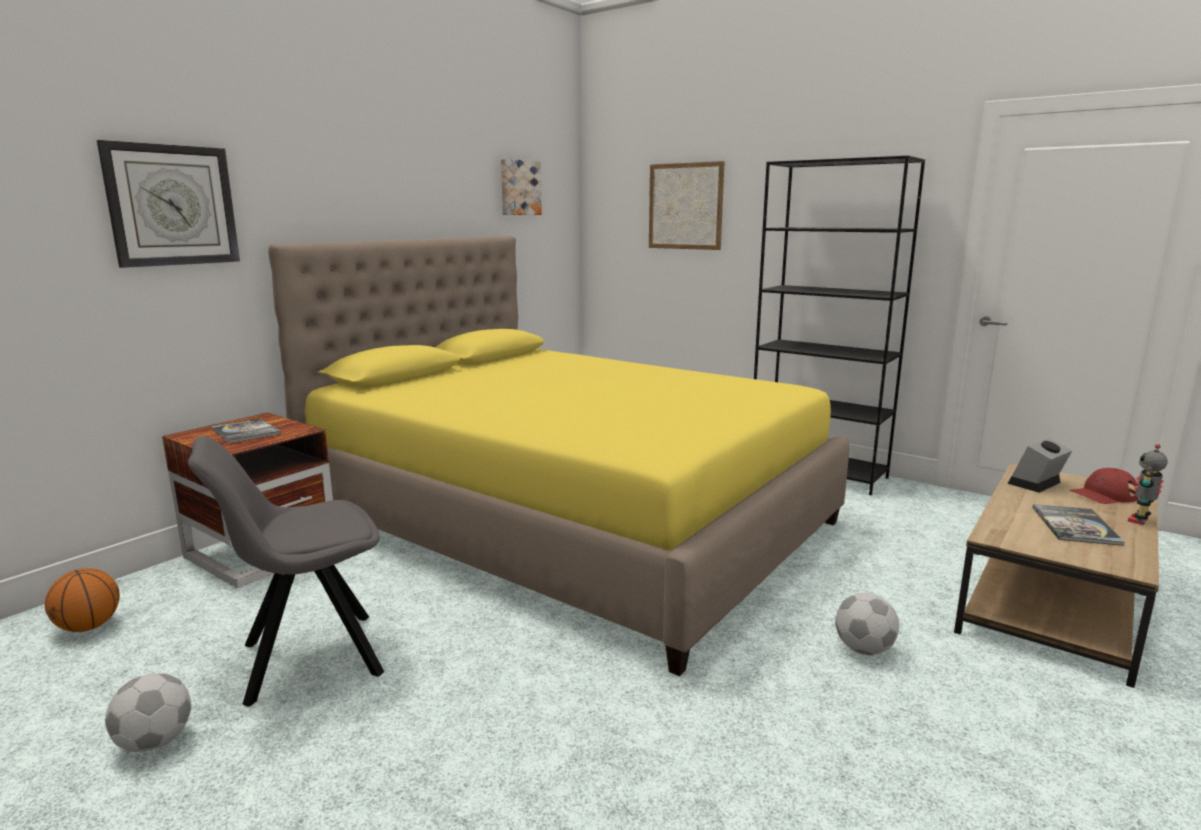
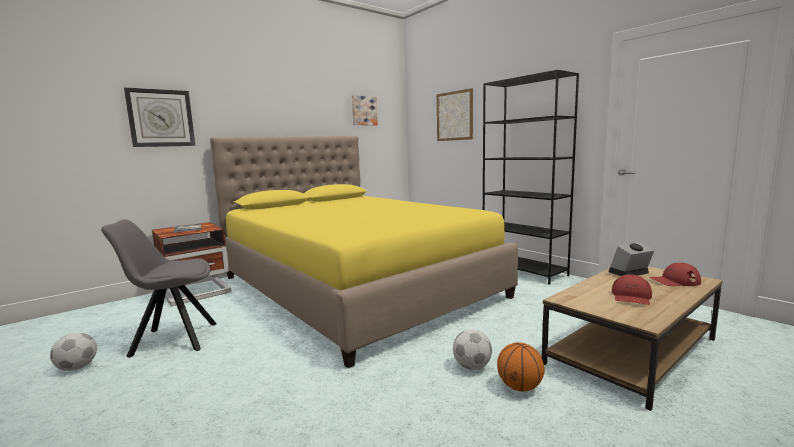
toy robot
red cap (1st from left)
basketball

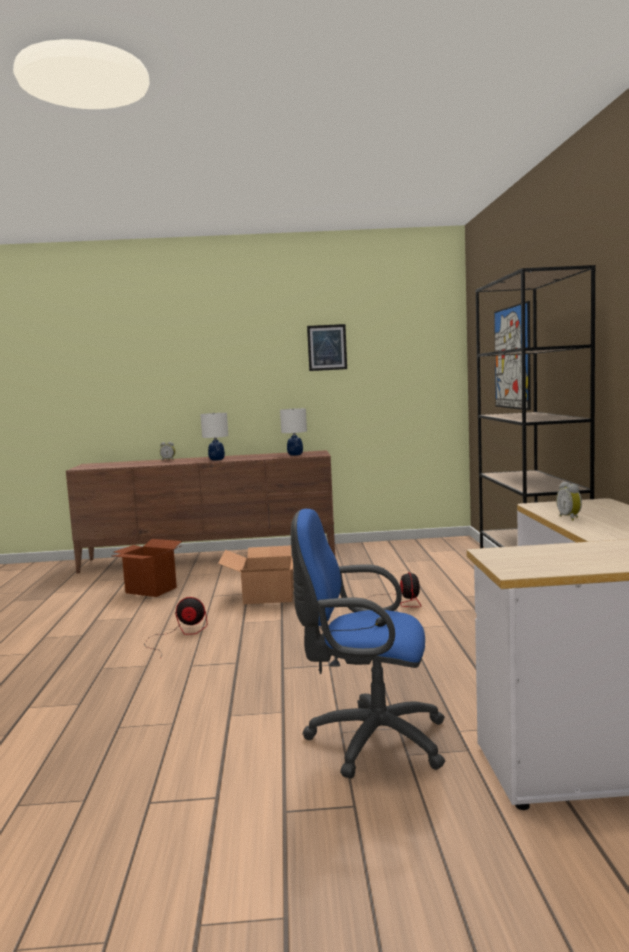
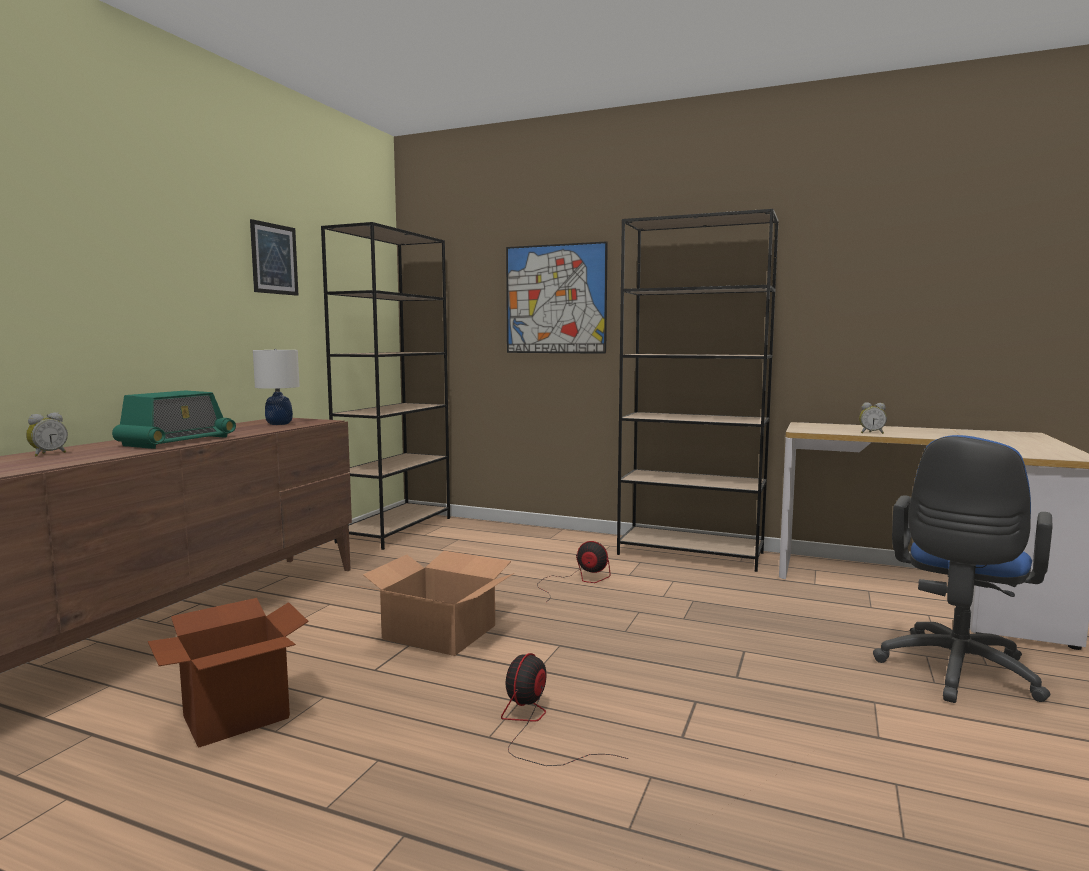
radio
beige bookcase (1st from left)

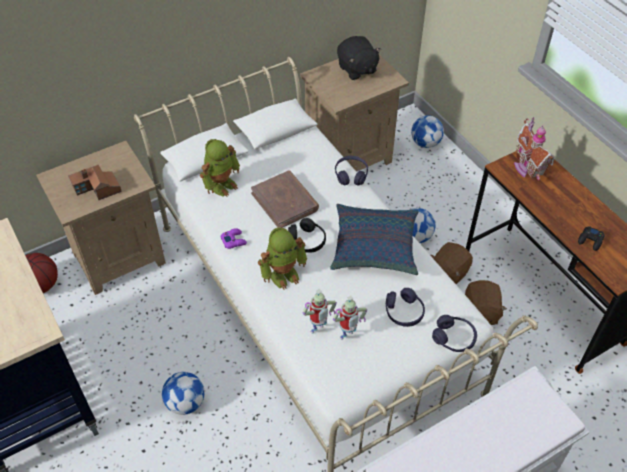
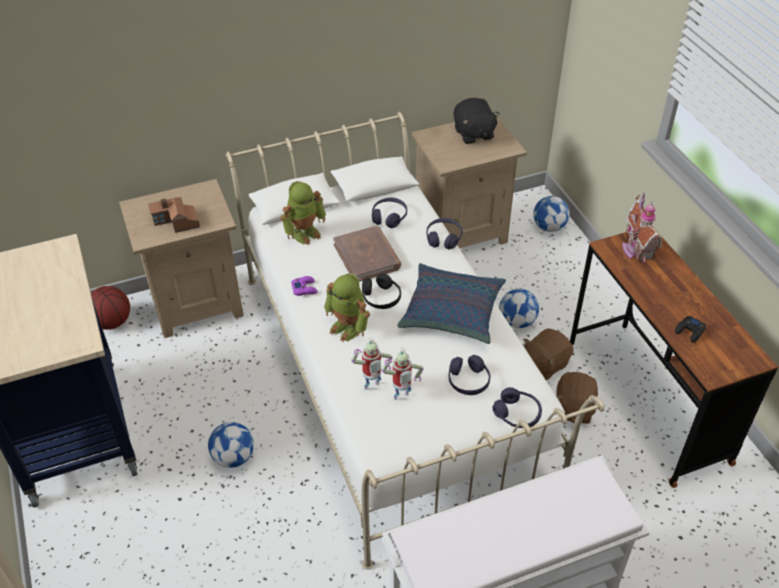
toy robot (2nd from left)
purple headphones (1st from left)

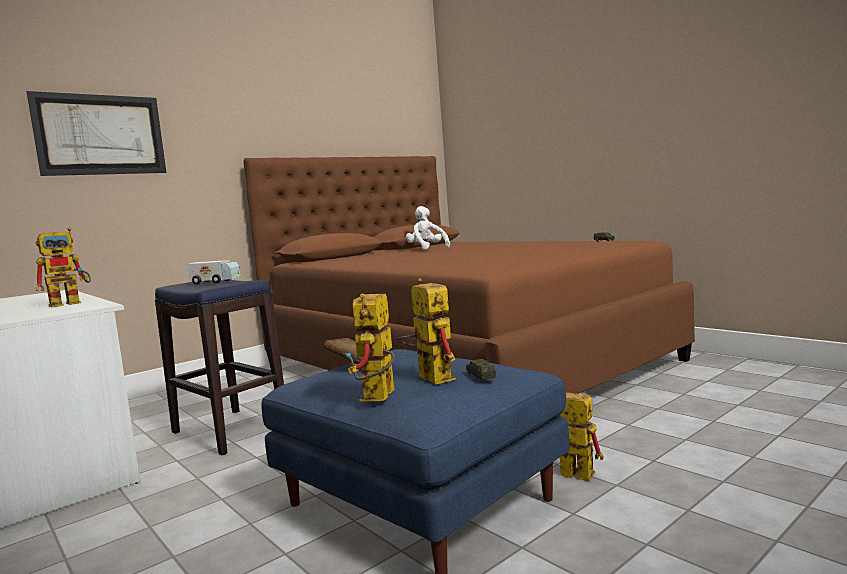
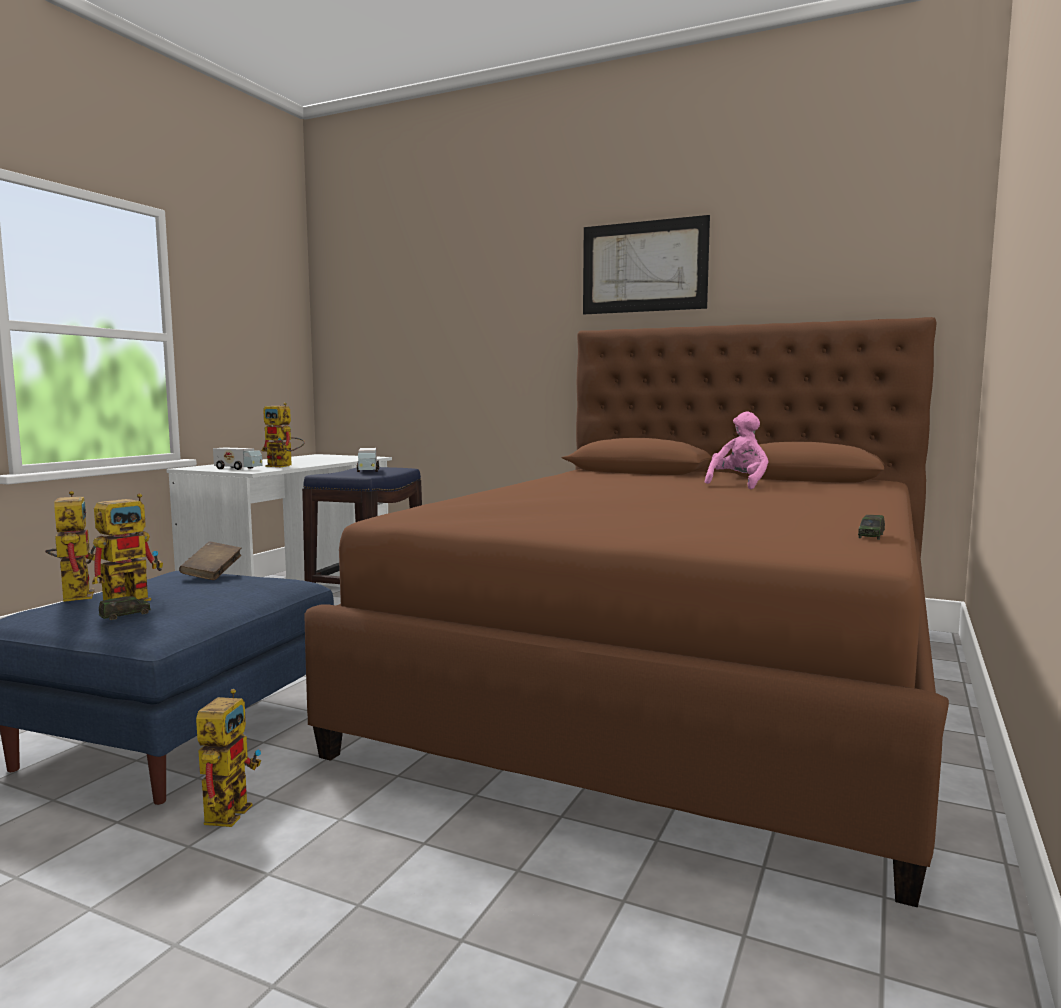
picture
pink plush toy
toy robot (1st from left)
toy truck (1st from left)

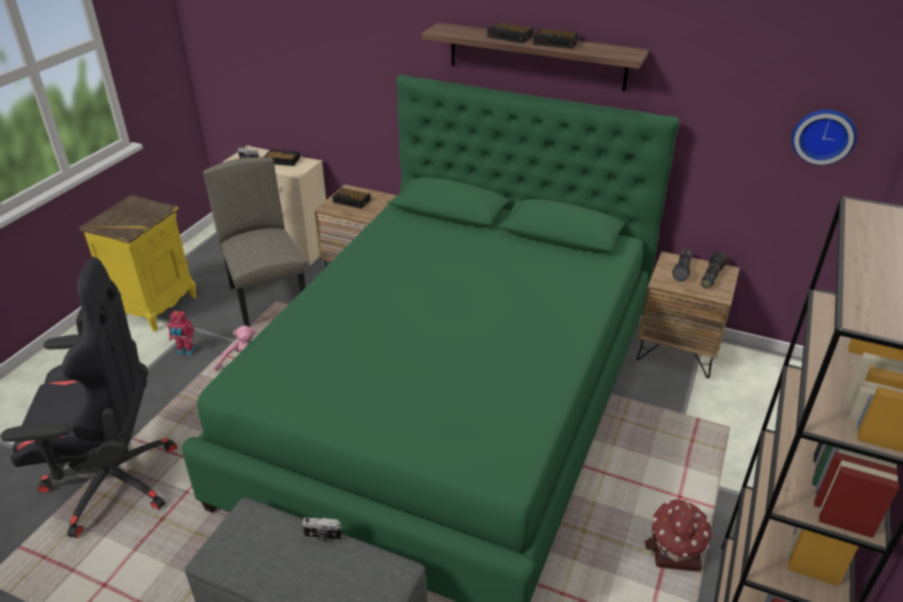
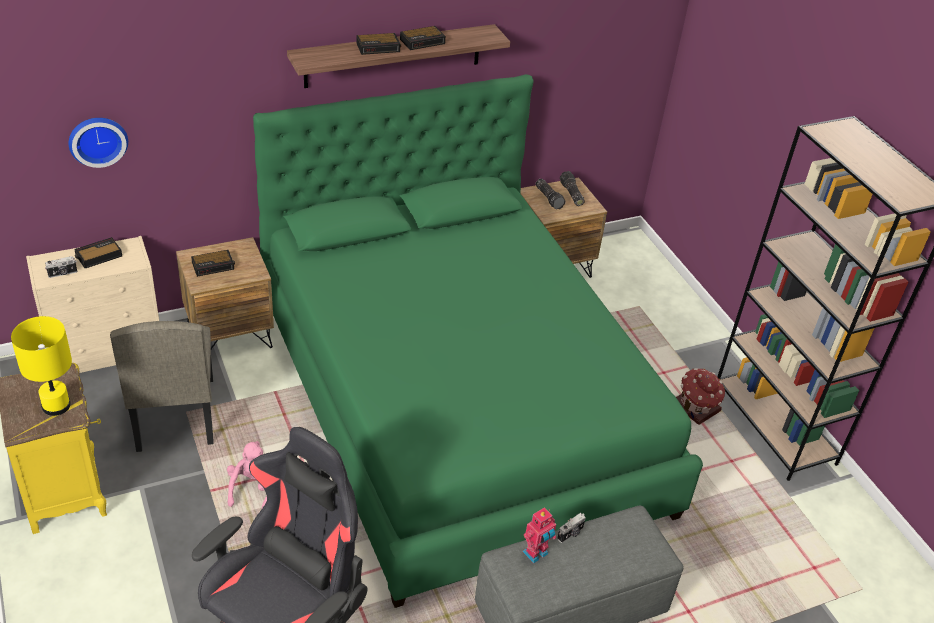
wall clock
beige chair
toy robot
yellow table lamp

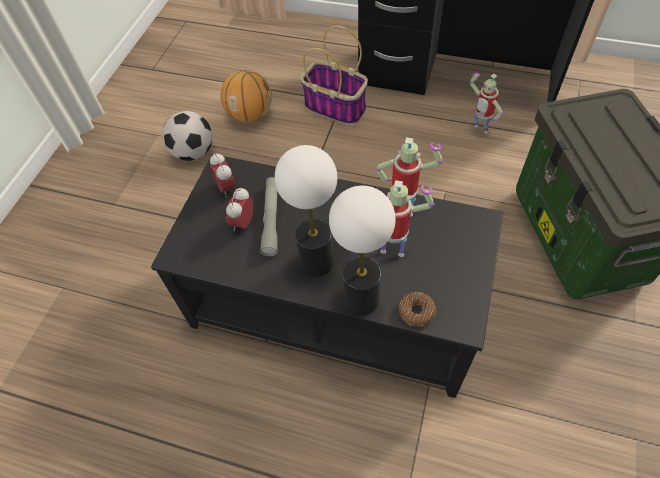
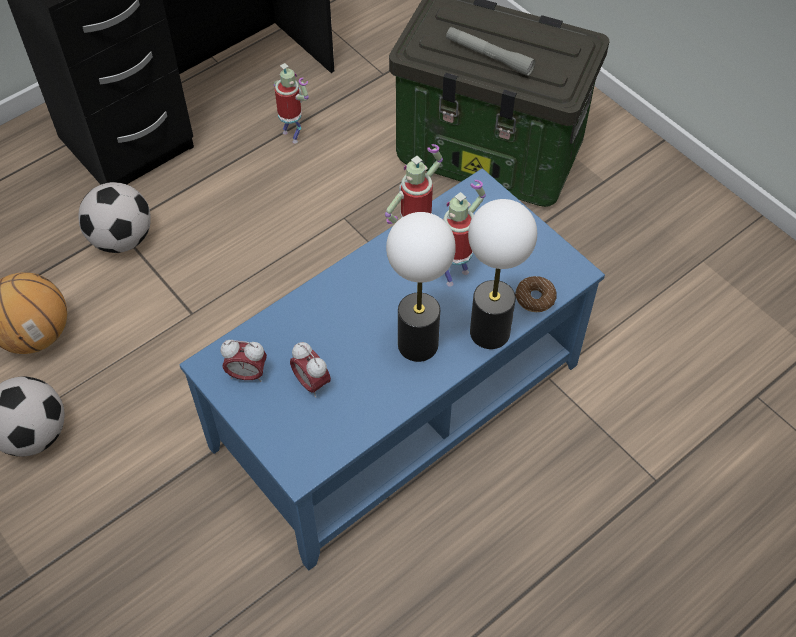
football (2nd from left)
toy robot (1st from left)
blue coffee table
grey flashlight

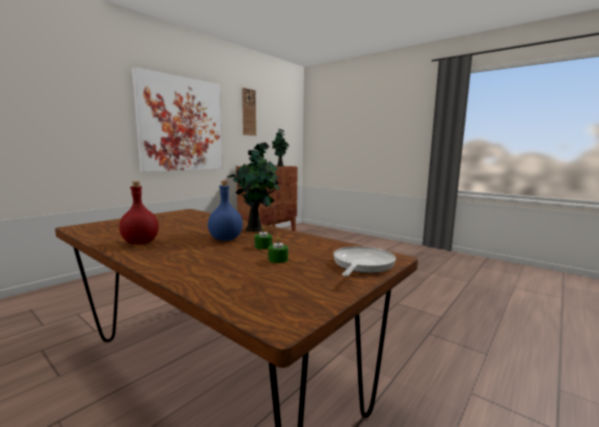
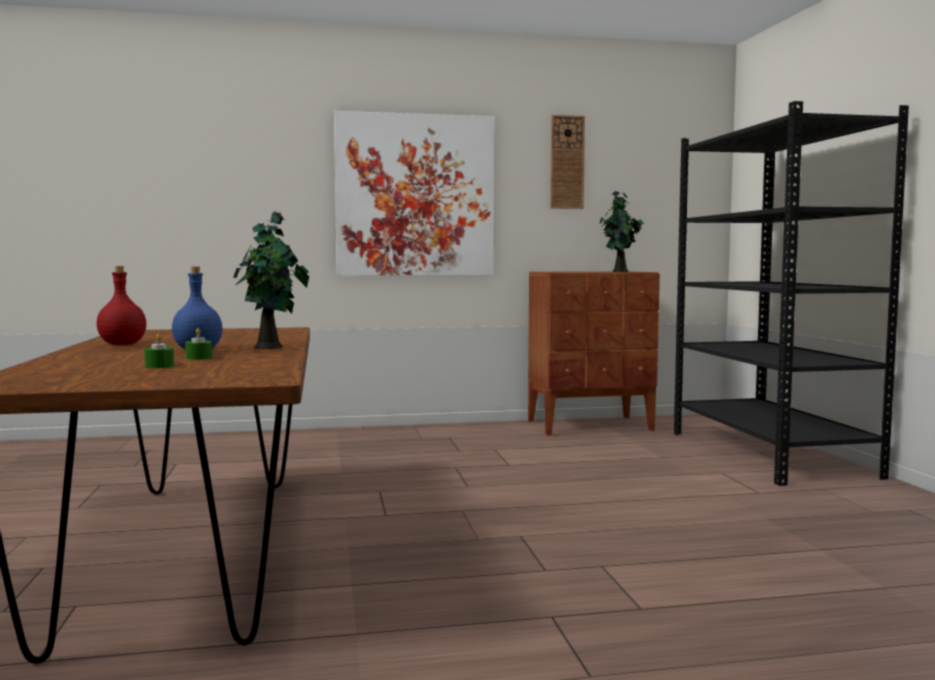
frying pan
black bookcase

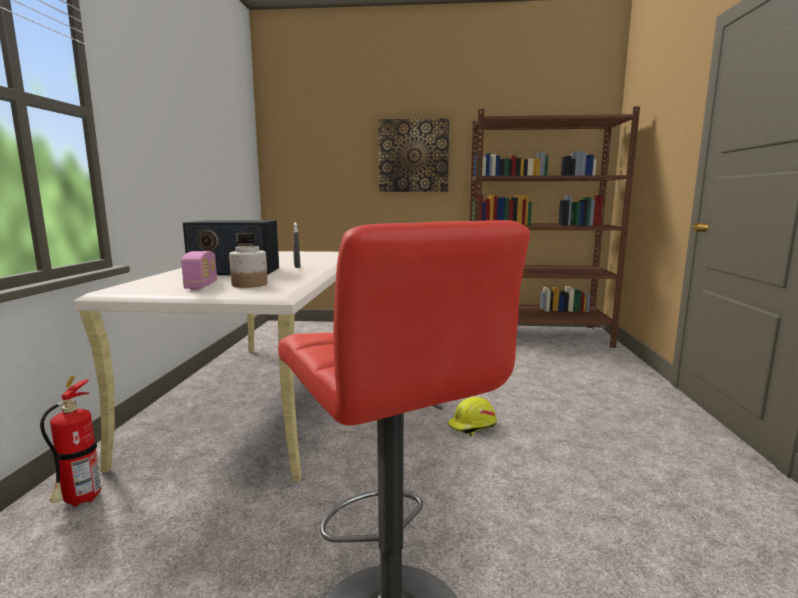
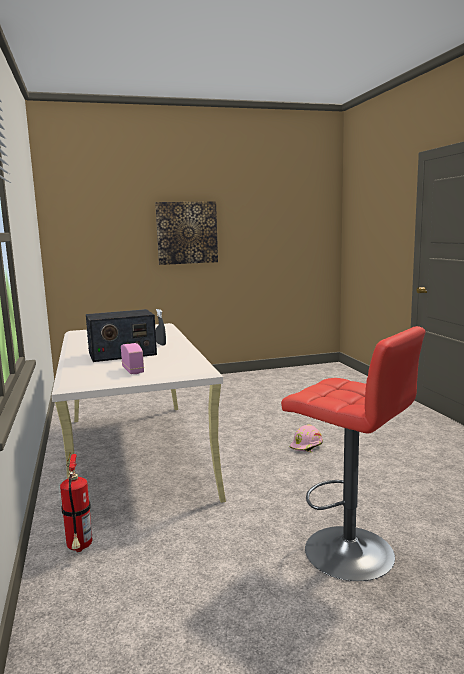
brown bookcase
jar
pink hard hat

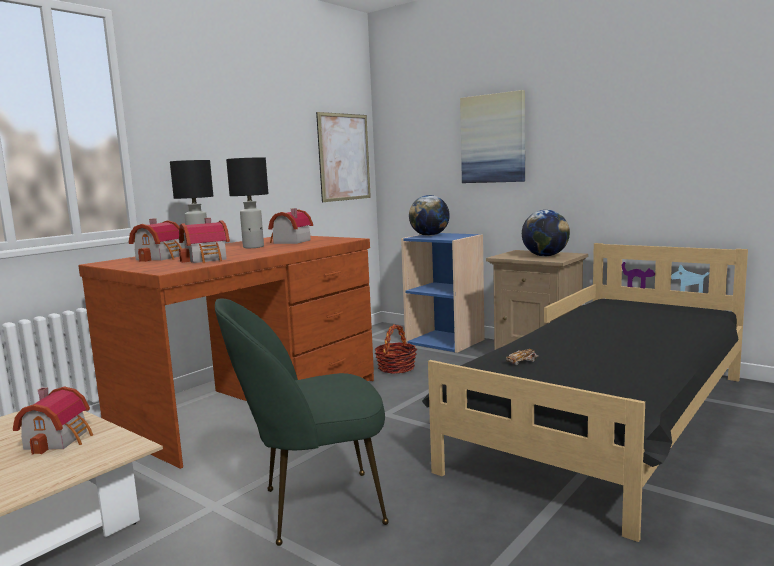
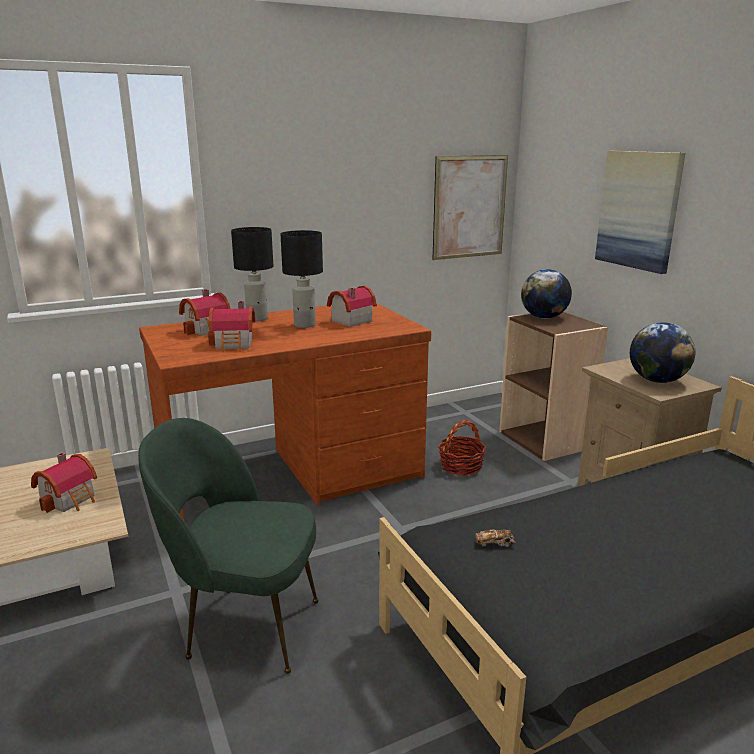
brown bookcase

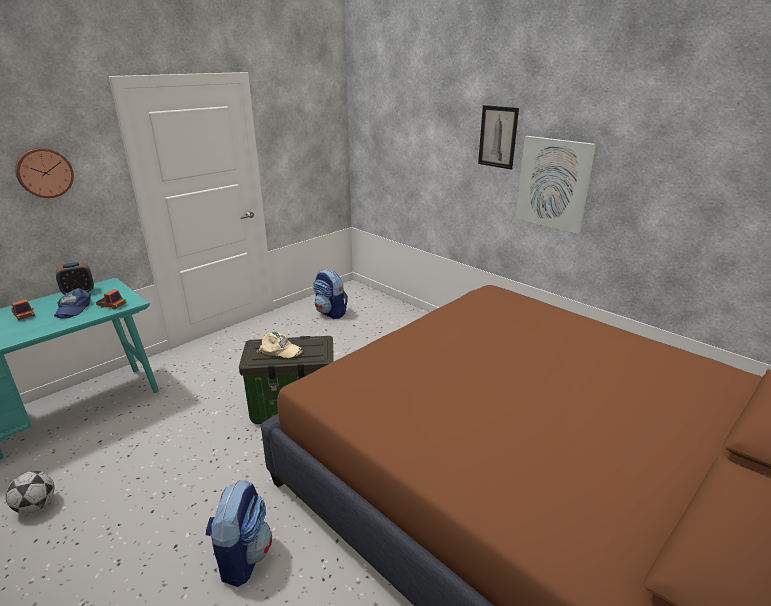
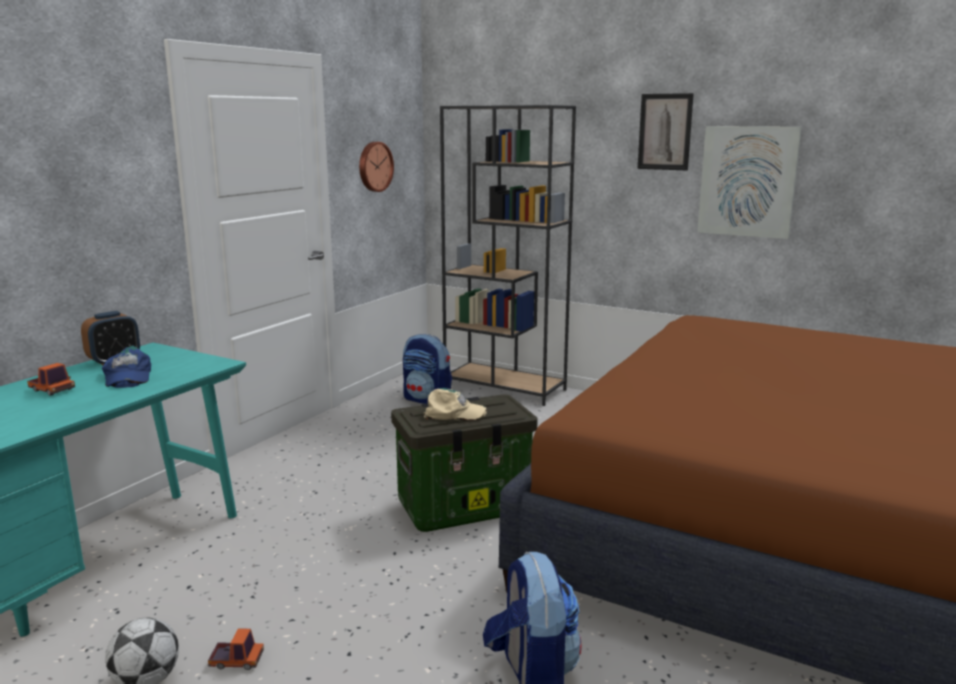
wall clock
toy truck (2nd from left)
bookcase

